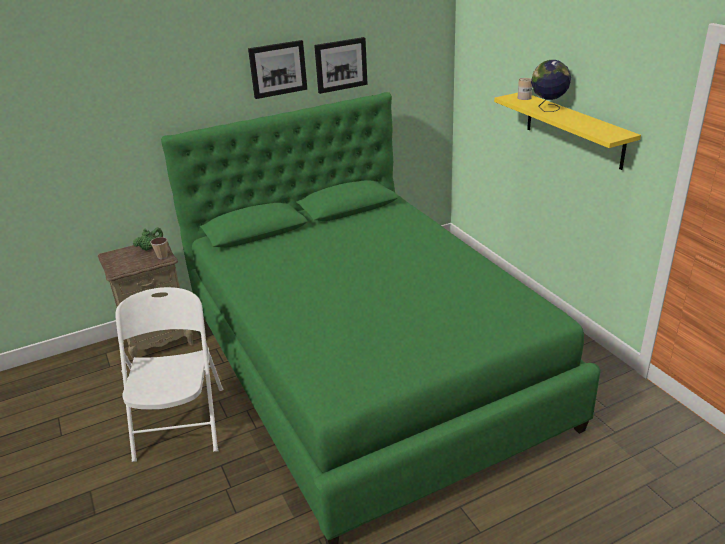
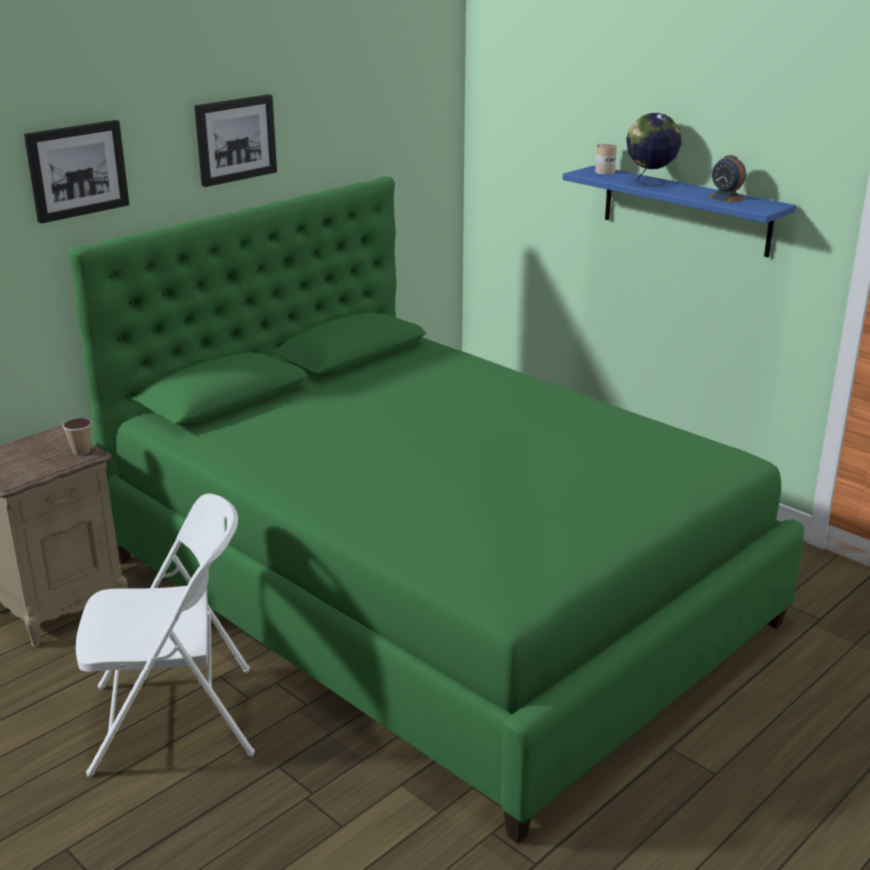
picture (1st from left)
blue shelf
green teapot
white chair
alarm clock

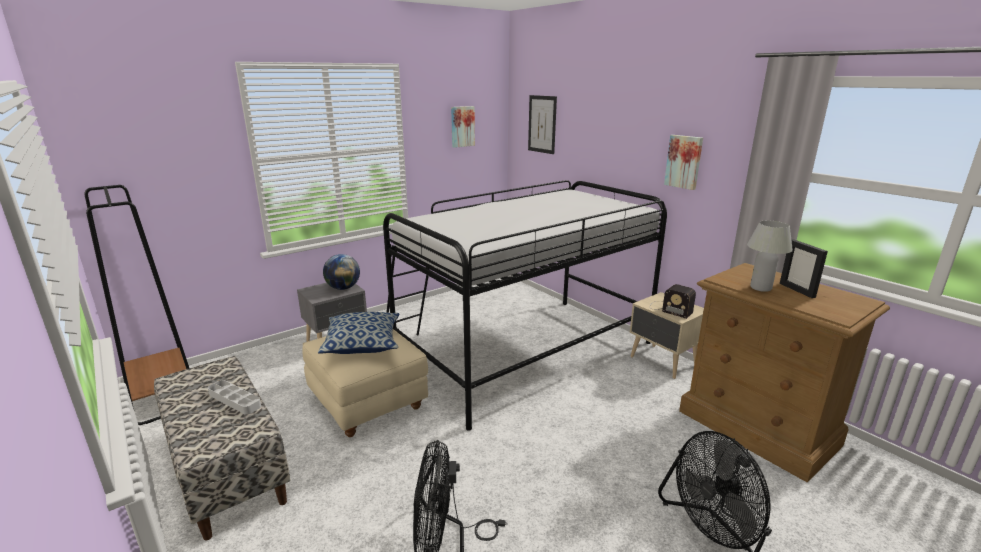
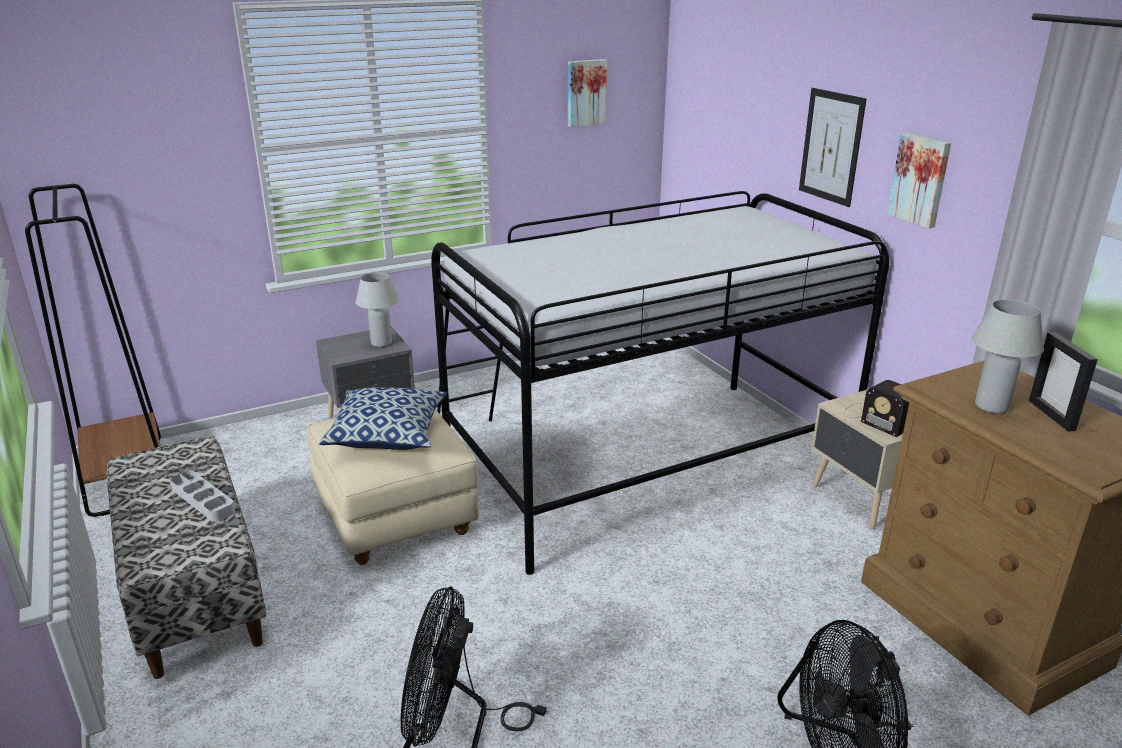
picture (2nd from left)
white table lamp (1st from left)

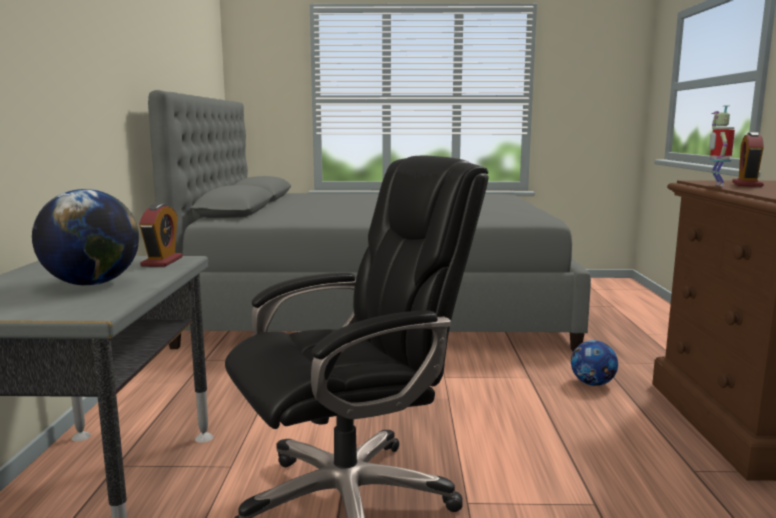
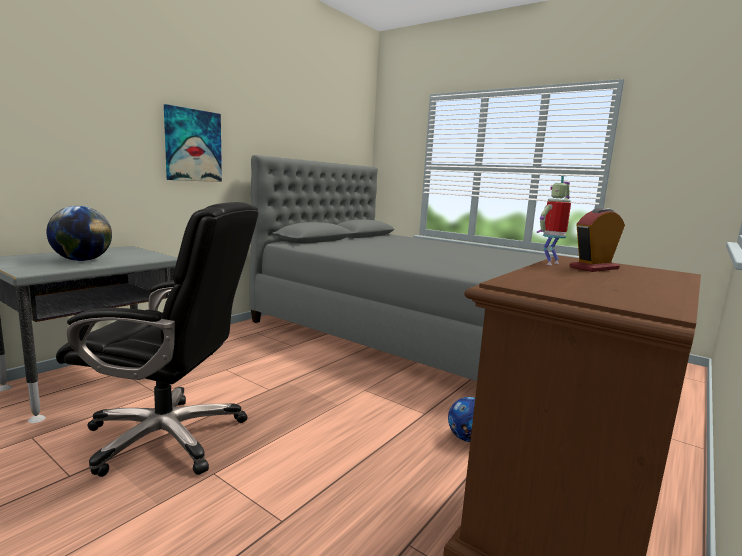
alarm clock (1st from left in the first image)
picture

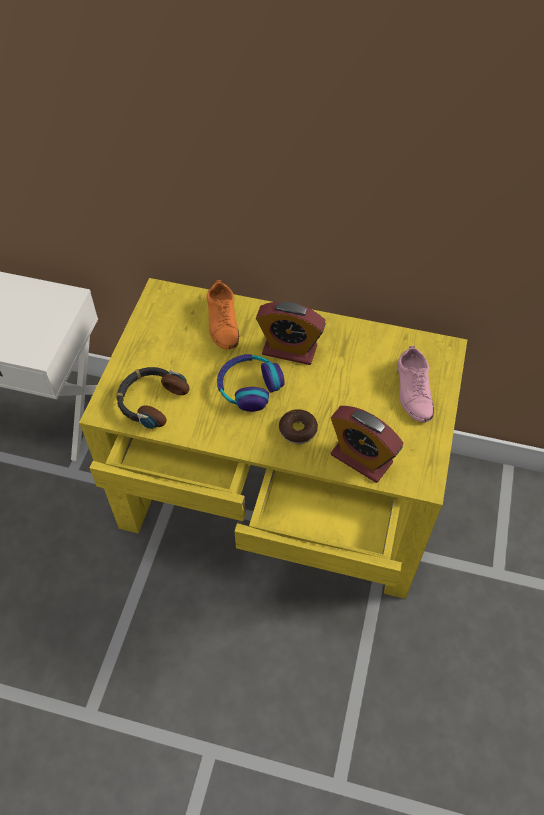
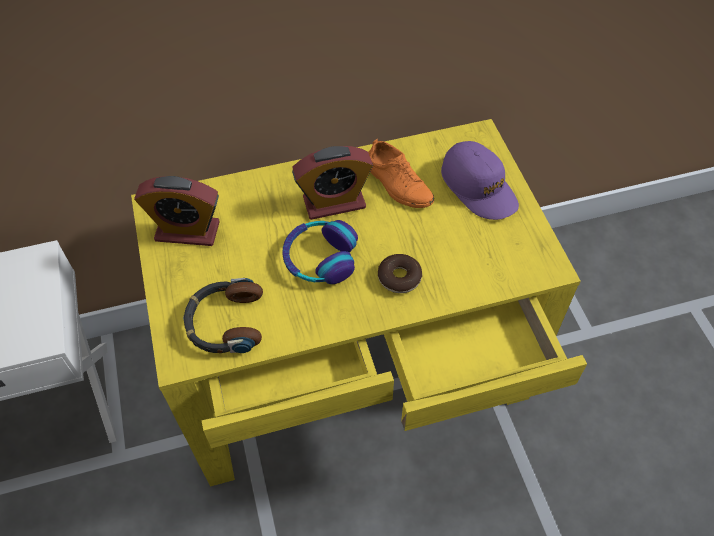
orange shoe
purple cap
alarm clock (1st from left)

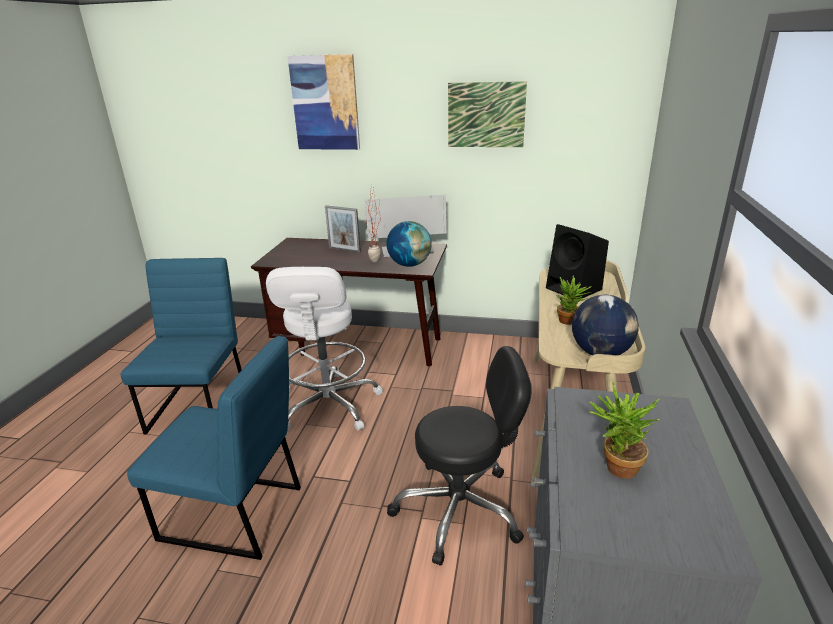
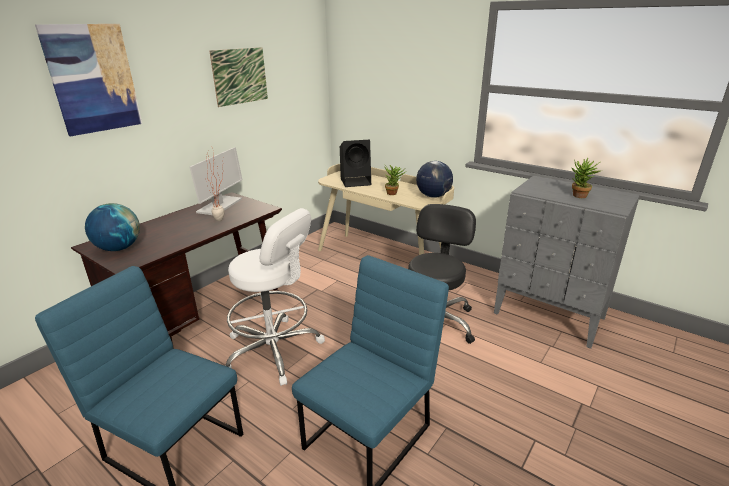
picture frame
globe (1st from left)

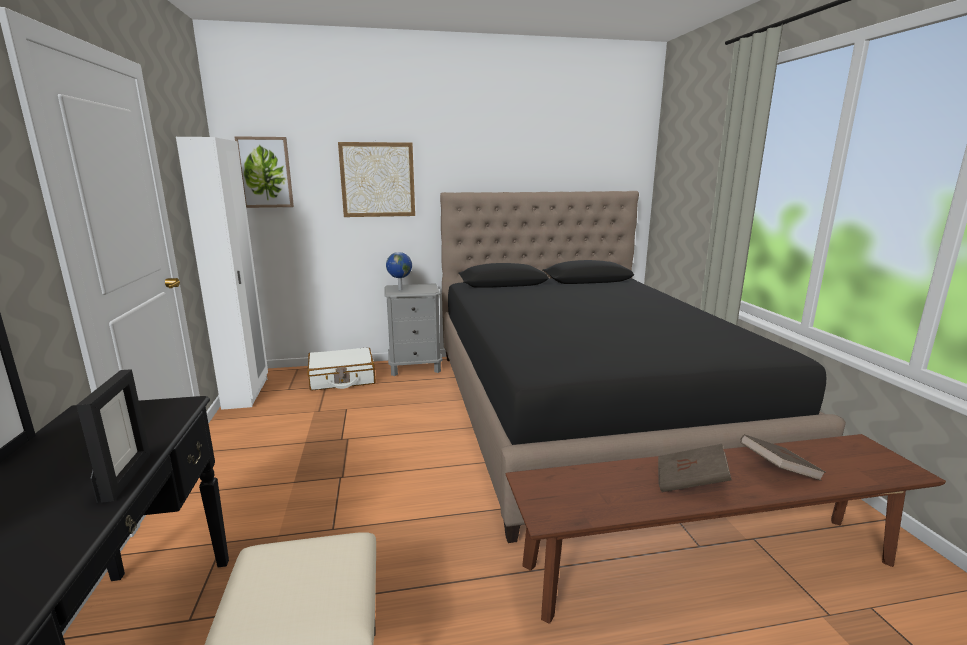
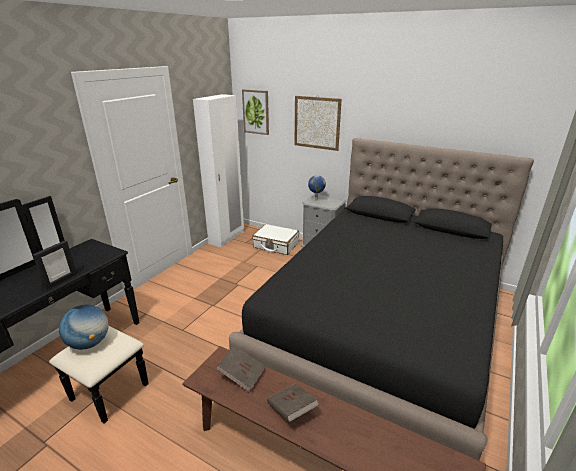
brown book (1st from left)
globe (1st from left)

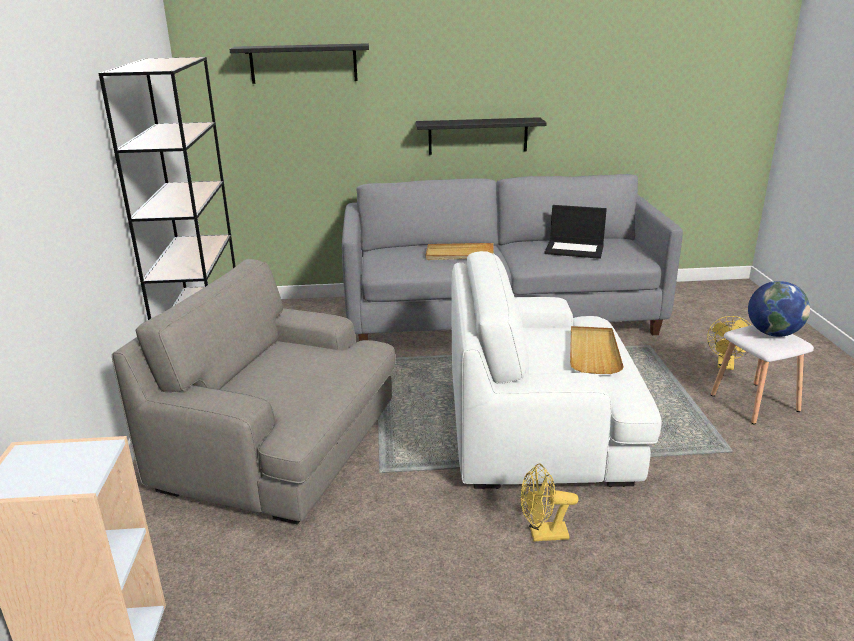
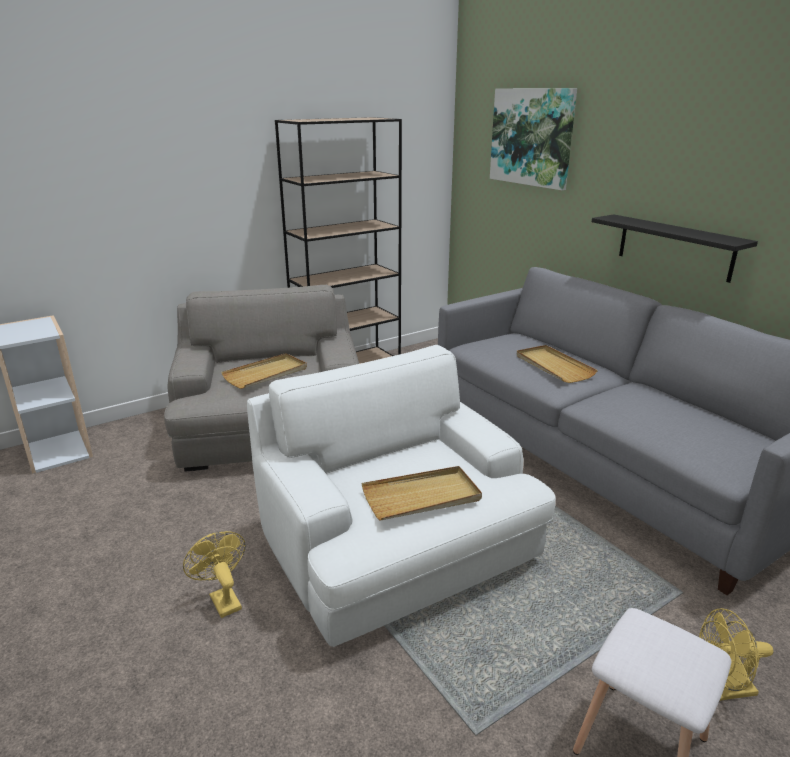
picture
laptop
globe
beige tray (1st from left)

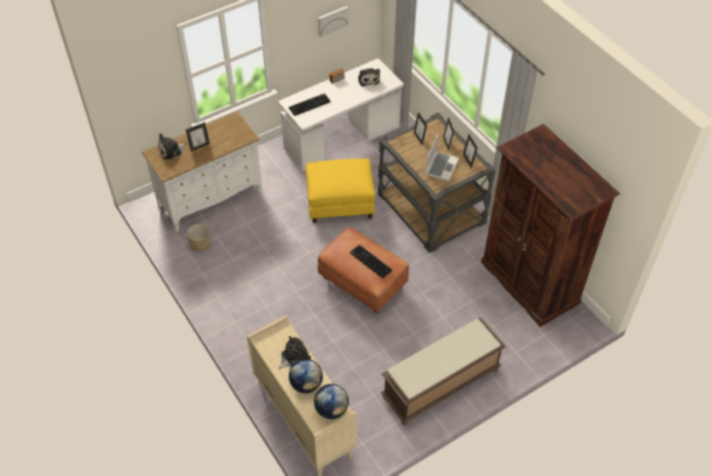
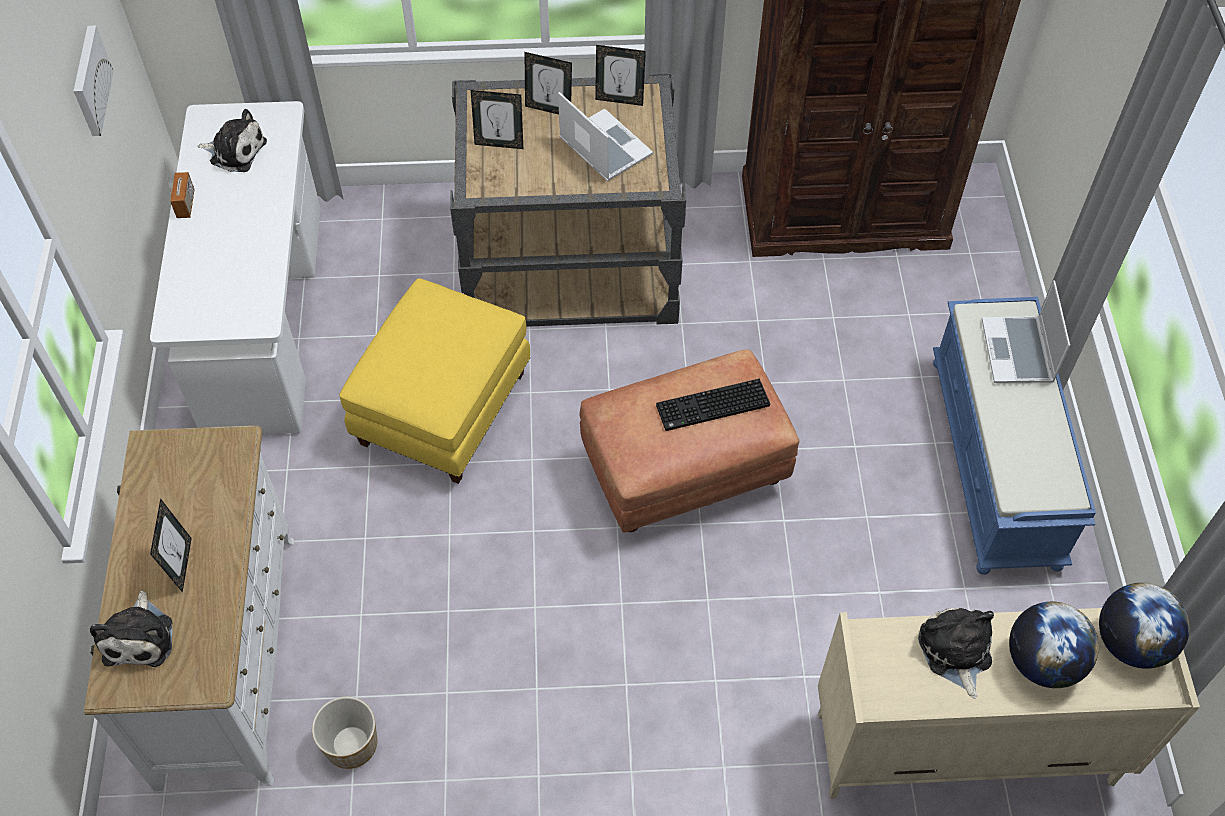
keyboard (1st from left in the first image)
blue bench
laptop (2nd from left)

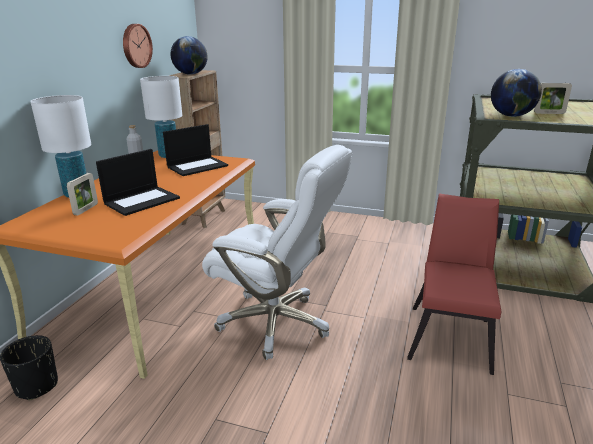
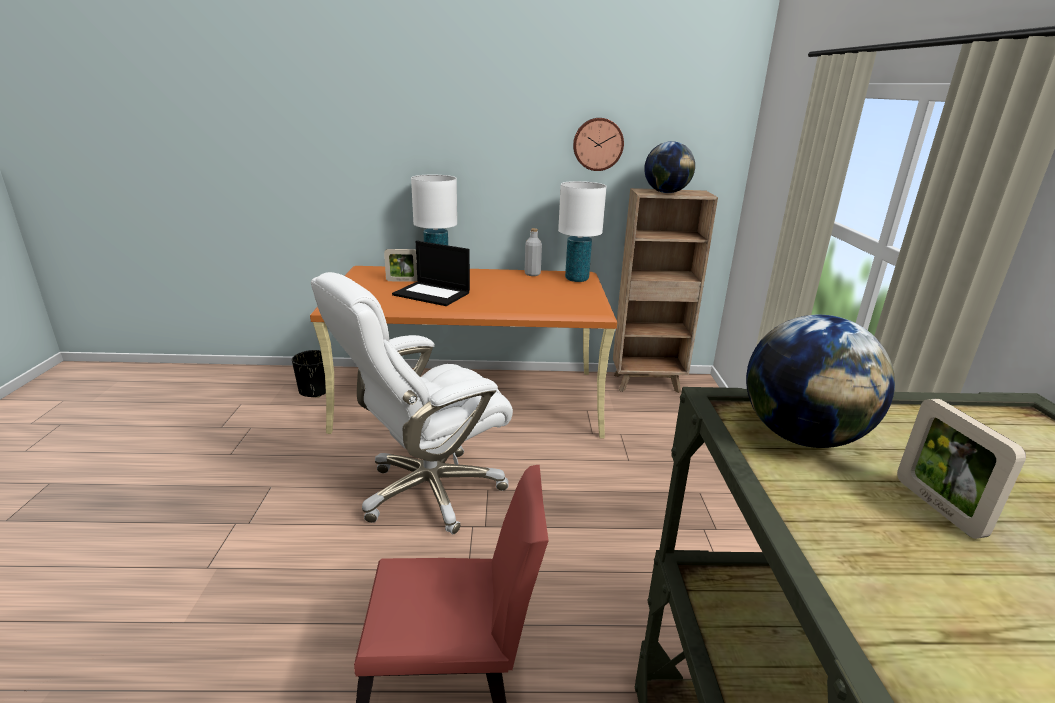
laptop (2nd from left in the first image)
white office chair

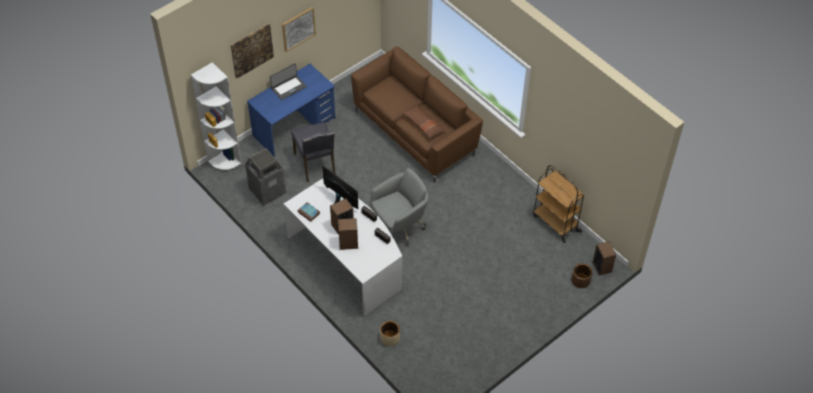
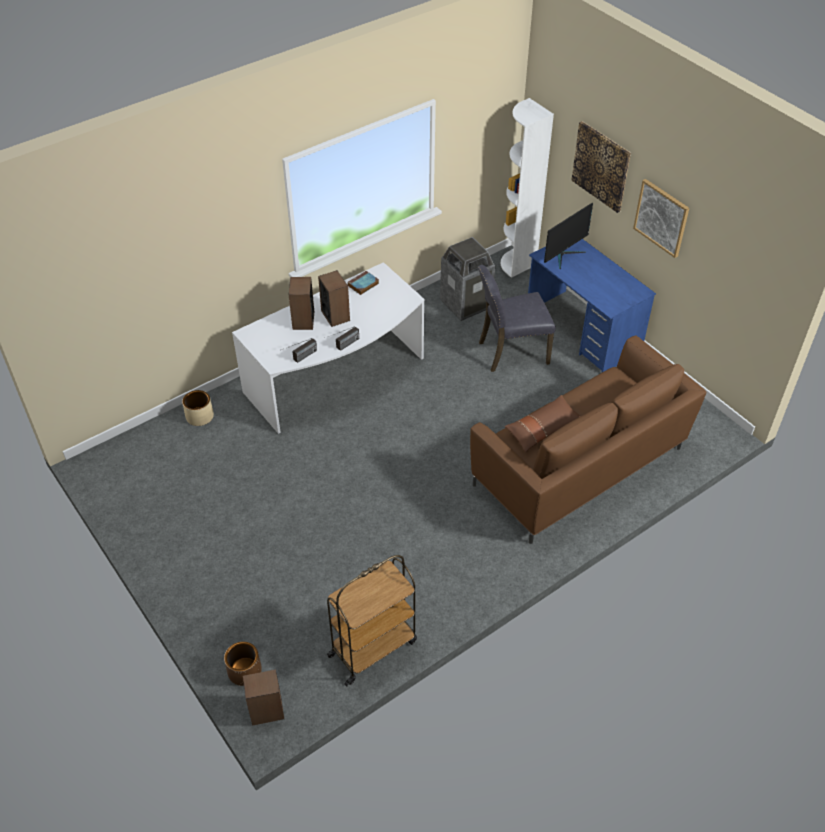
laptop
monitor
grey office chair

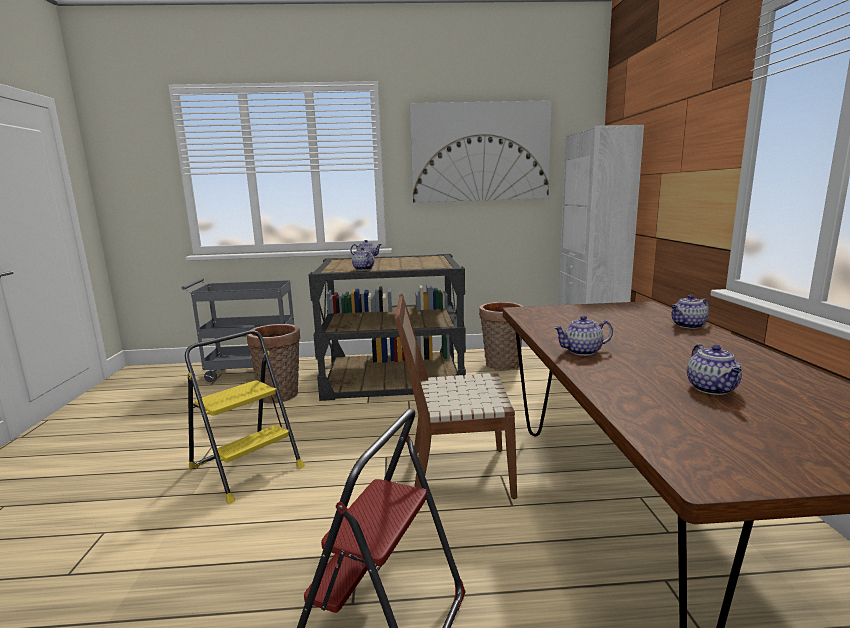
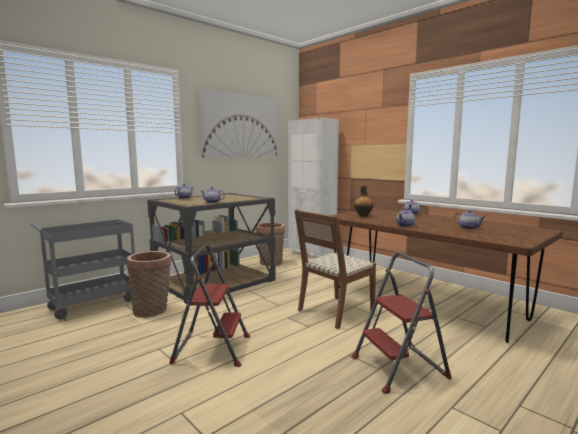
red step ladder (1st from left)
bottle

